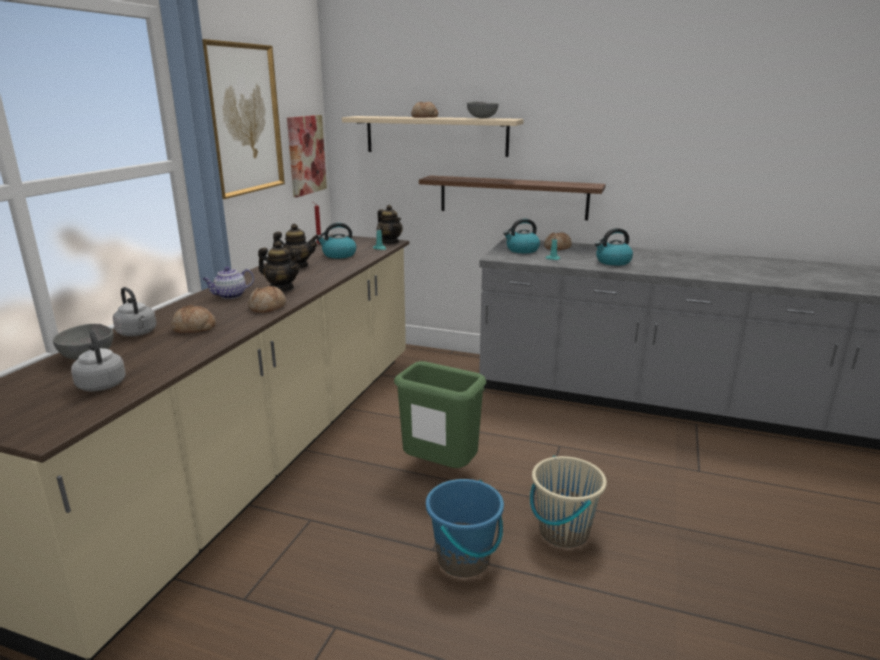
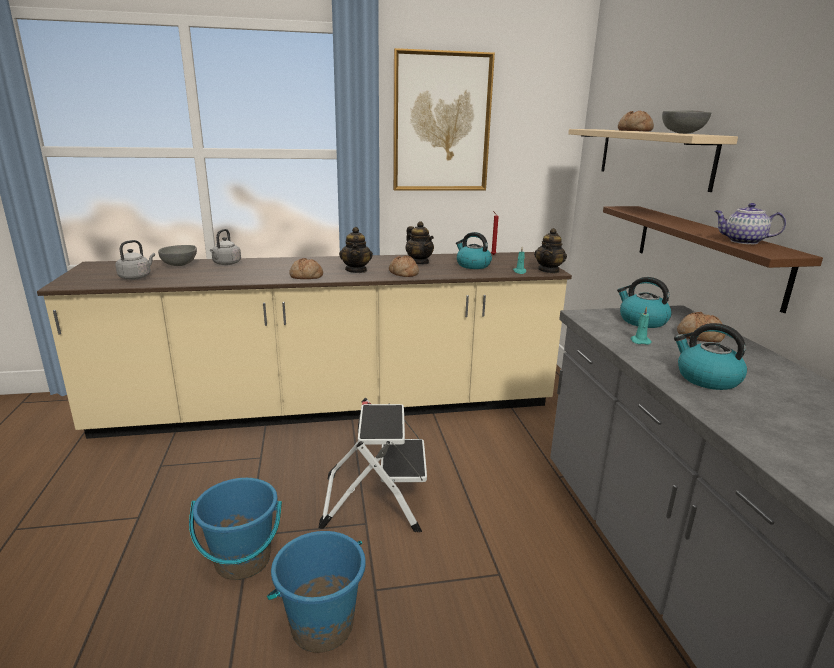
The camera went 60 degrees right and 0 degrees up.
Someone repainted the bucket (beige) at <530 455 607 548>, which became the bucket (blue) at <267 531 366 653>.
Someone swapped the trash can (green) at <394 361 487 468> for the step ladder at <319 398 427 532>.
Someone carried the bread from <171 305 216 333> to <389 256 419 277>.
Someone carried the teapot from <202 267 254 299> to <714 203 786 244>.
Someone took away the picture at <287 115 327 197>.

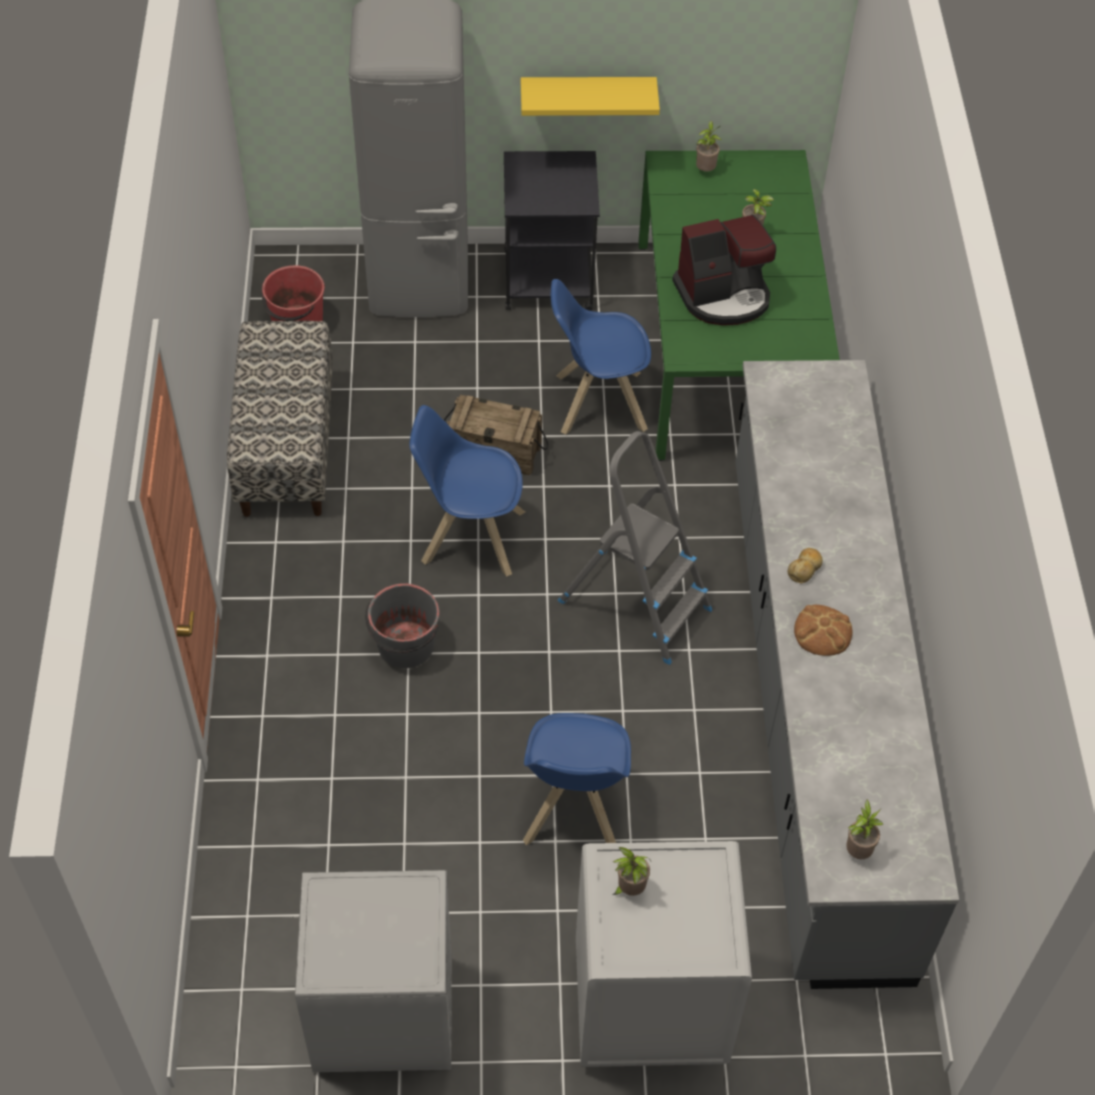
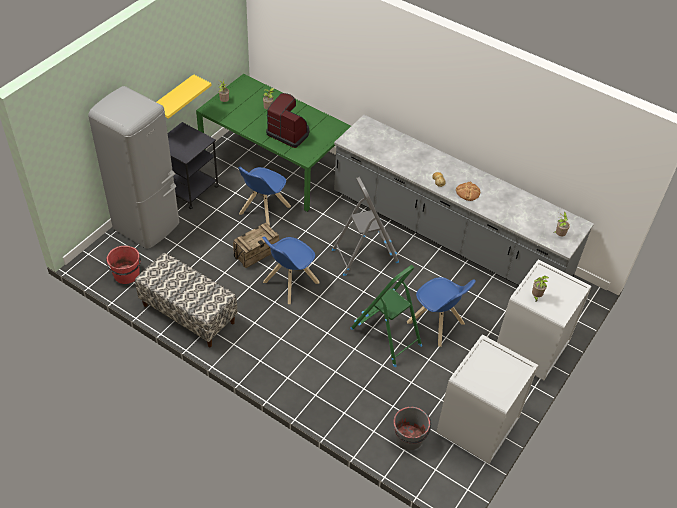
The camera went 55 degrees left and 5 degrees down.
Someone rotated the coffee machine at <672 215 776 325> by 75 degrees counterclockwise.
Someone put down the step ladder (green) at <350 265 422 367>.
Someone carried the bucket (grey) from <365 583 440 668> to <394 407 431 450>.
Someone swapped the washing machine (white) at <295 870 452 1072> for the dresser (grey) at <436 334 538 464>.

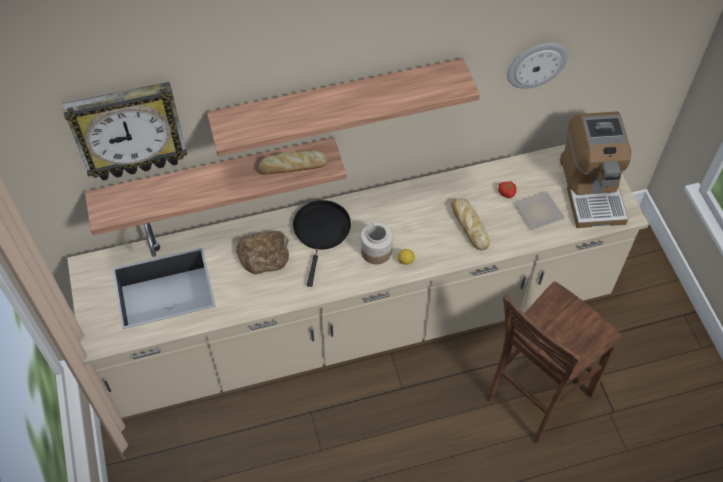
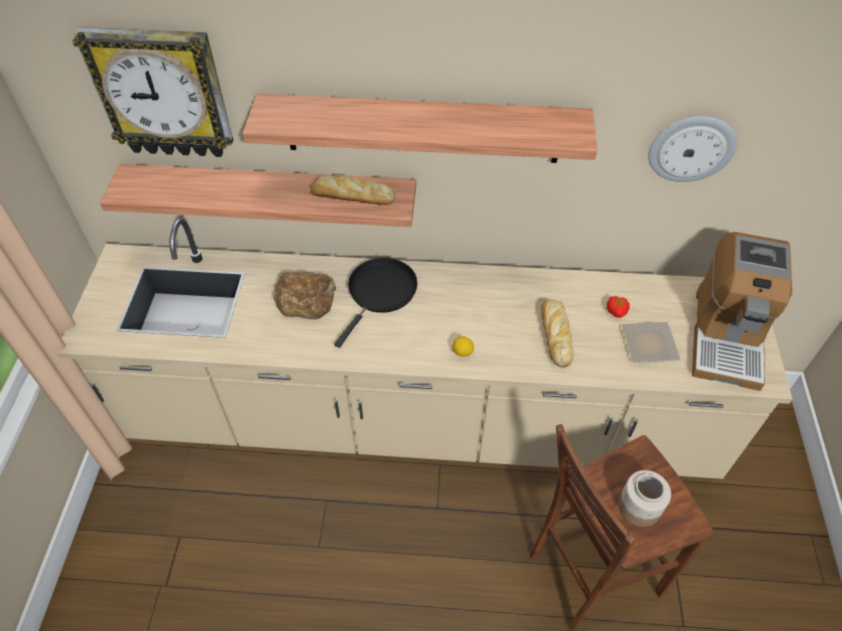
The camera went 20 degrees right and 5 degrees down.
Someone carried the jar from <361 223 393 264> to <618 470 671 527>.

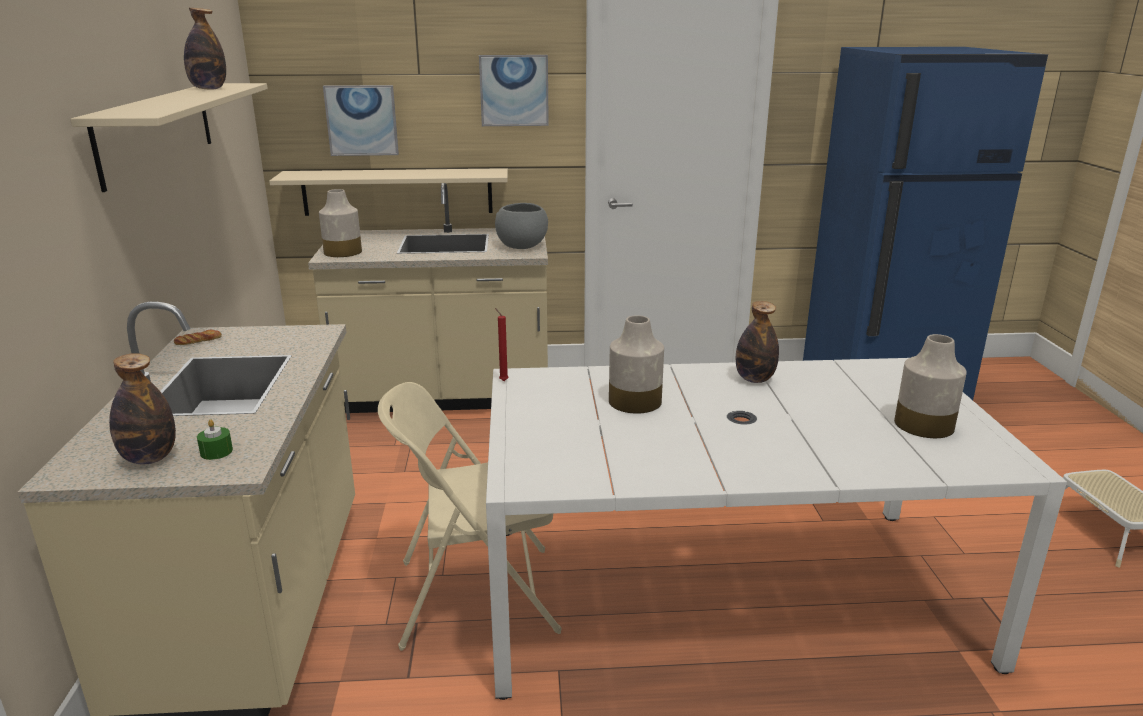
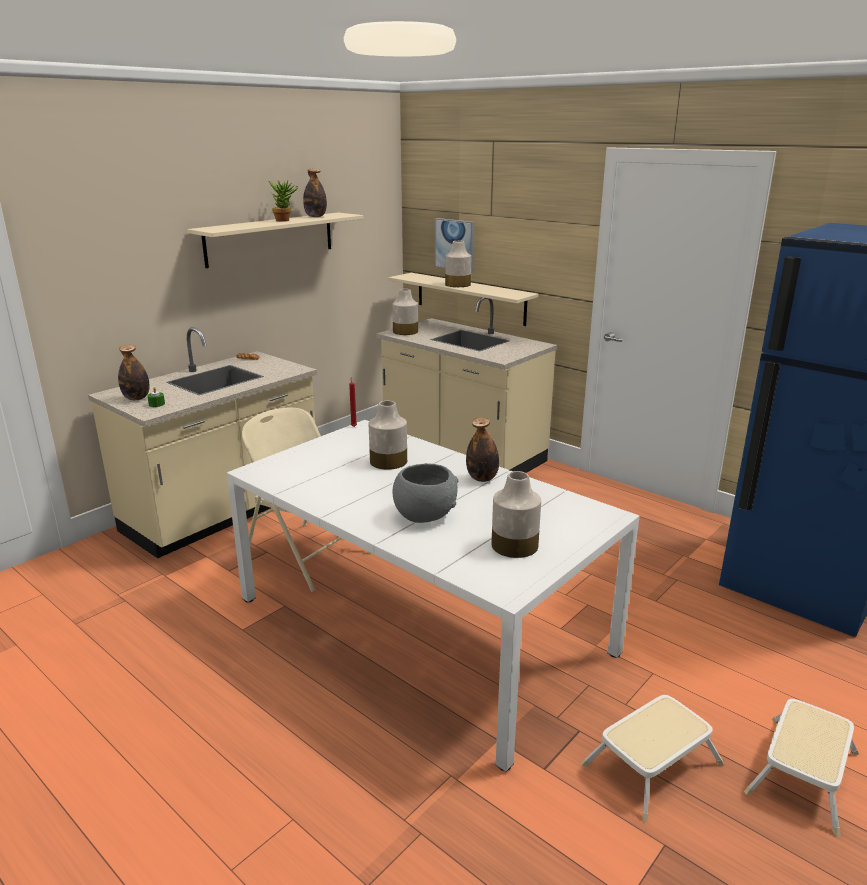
The camera went 45 degrees right and 0 degrees up.
Someone put down the potted plant at <269 180 298 222>.
Someone carried the bowl (grey) from <495 203 548 249> to <392 463 458 523>.
Someone put down the vase (beige) at <445 241 471 287>.
Someone put down the step ladder (beige) at <581 695 724 822>.
Someone took away the picture at <479 55 549 126>.

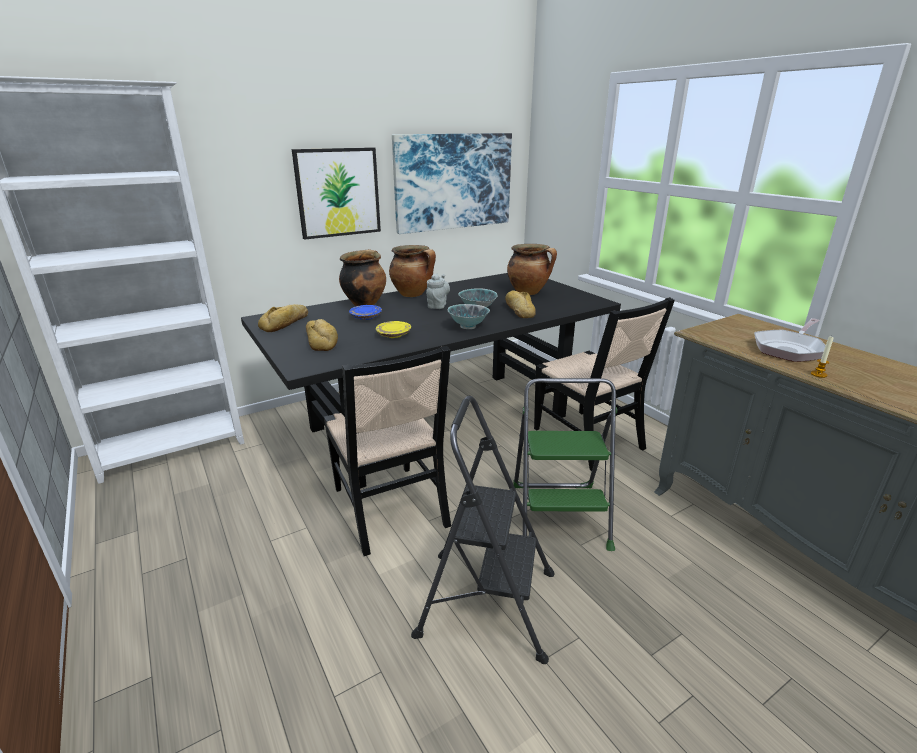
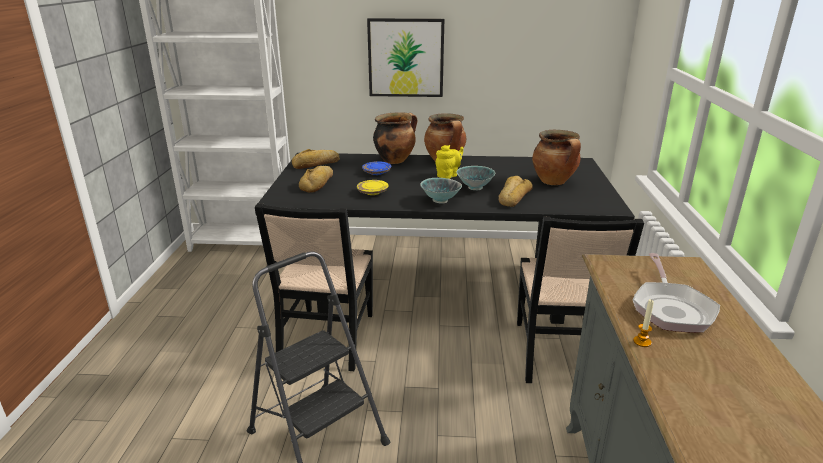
The camera went 35 degrees right and 0 degrees up.
Someone repainted the teapot (grey) at <426 274 450 309>, which became the teapot (yellow) at <436 145 463 179>.
Someone rotated the frying pan at <754 318 826 362> by 75 degrees counterclockwise.
Someone took away the picture at <392 133 512 234>.
Someone took away the step ladder (green) at <513 378 617 551>.

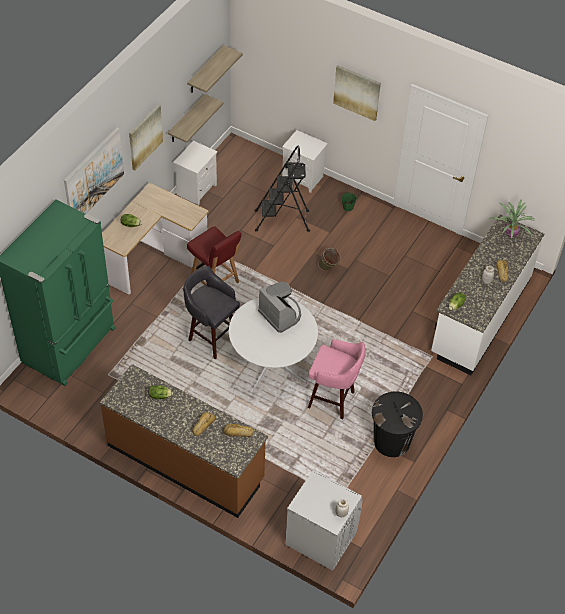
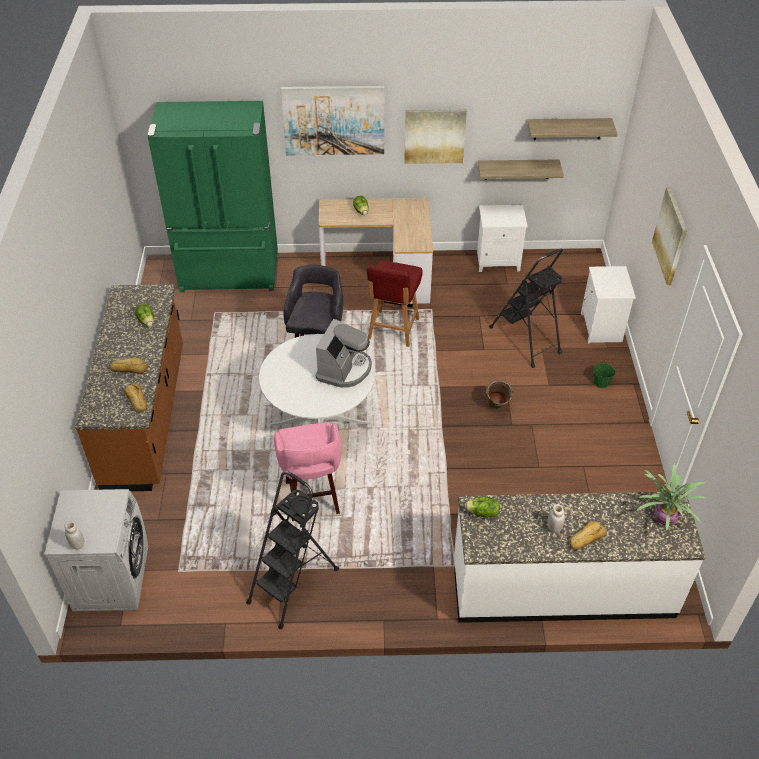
The camera went 60 degrees right and 5 degrees down.
Someone swapped the trash can (black) at <372 392 423 457> for the step ladder at <246 471 339 629>.

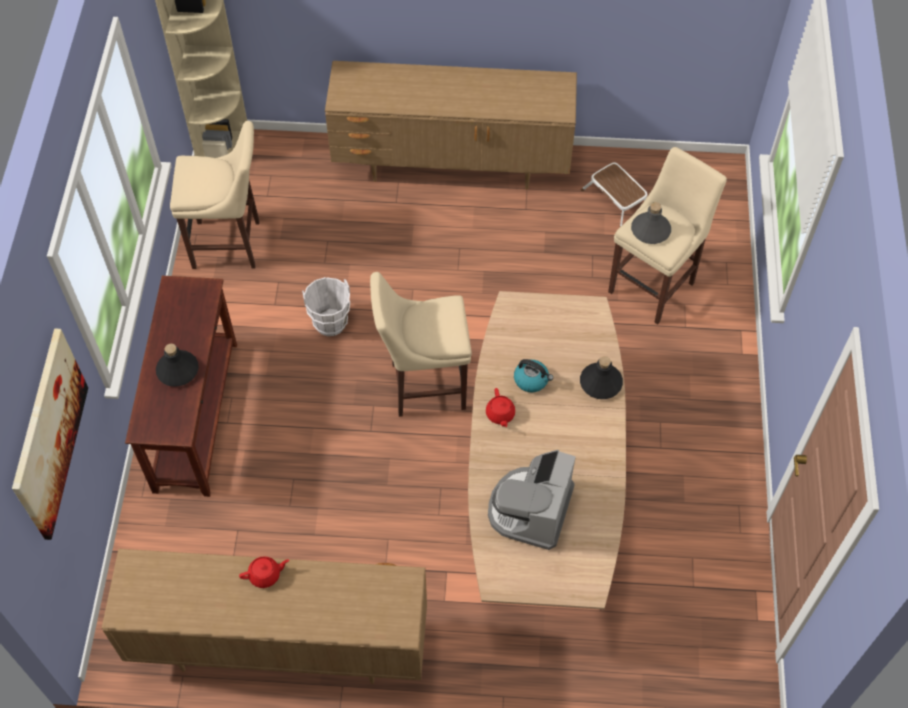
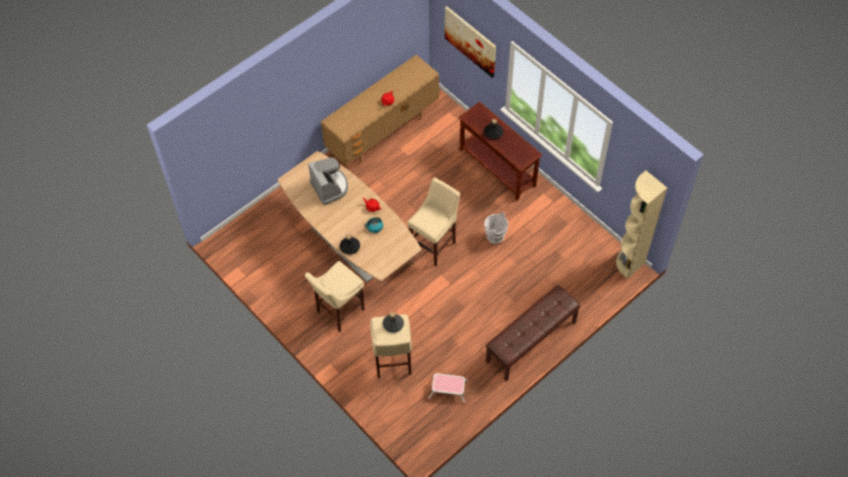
The camera went 135 degrees right and 0 degrees up.
Someone carried the stool (beige) from <170 121 260 269> to <305 261 365 332>.
Someone repainted the step ladder (brown) at <581 162 648 227>, which became the step ladder (pink) at <428 374 468 404>.
Someone swapped the dresser (brown) at <325 61 577 189> for the bench (brown) at <486 285 580 381>.

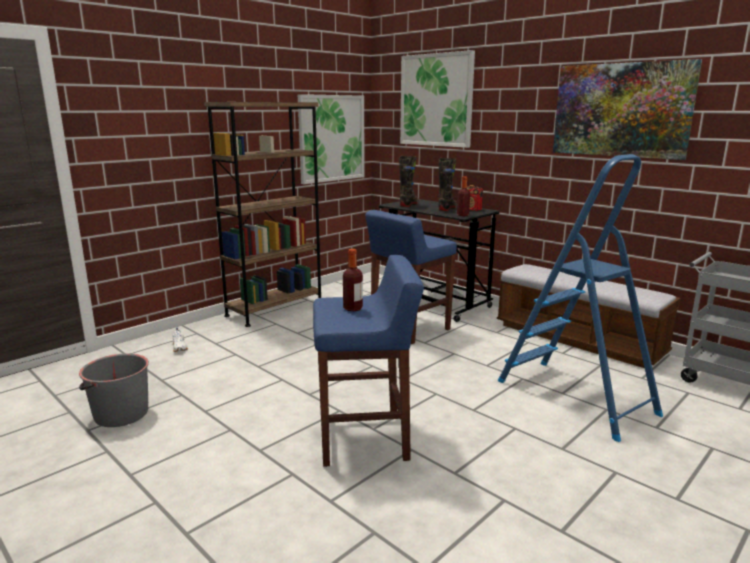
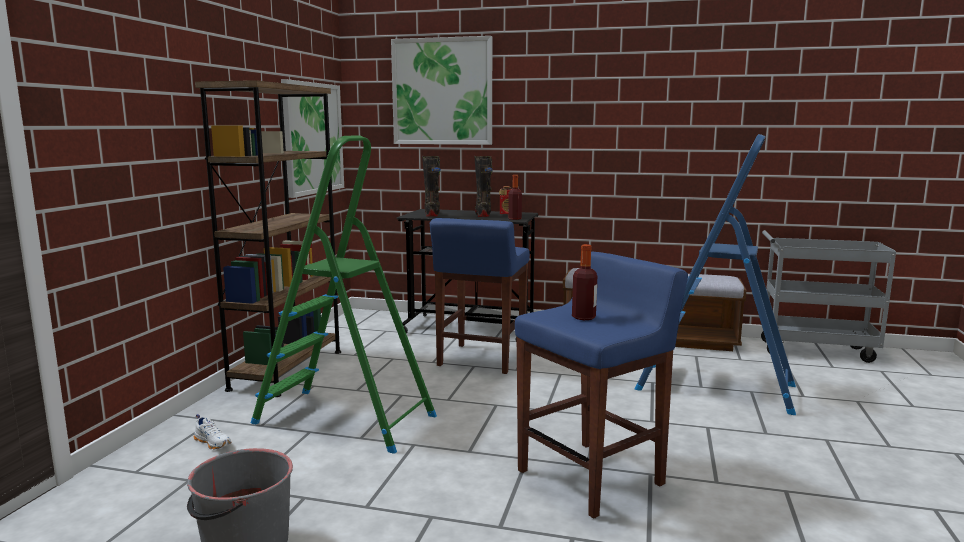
The camera went 30 degrees left and 5 degrees down.
Someone put down the step ladder (green) at <251 135 437 453>.
Someone took away the picture at <553 59 702 160>.

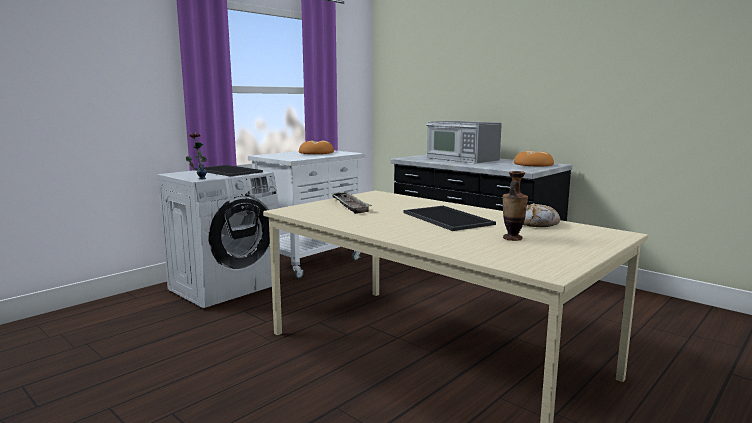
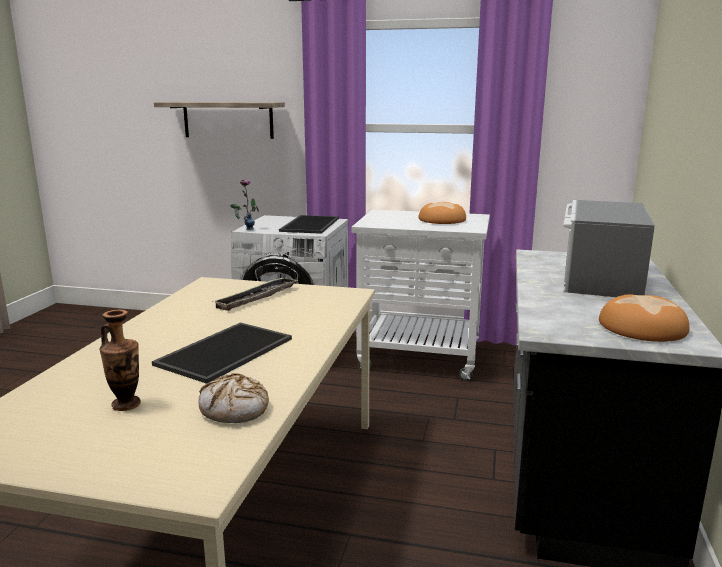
The camera went 60 degrees right and 5 degrees up.
Someone put up the shelf at <154 102 285 139>.

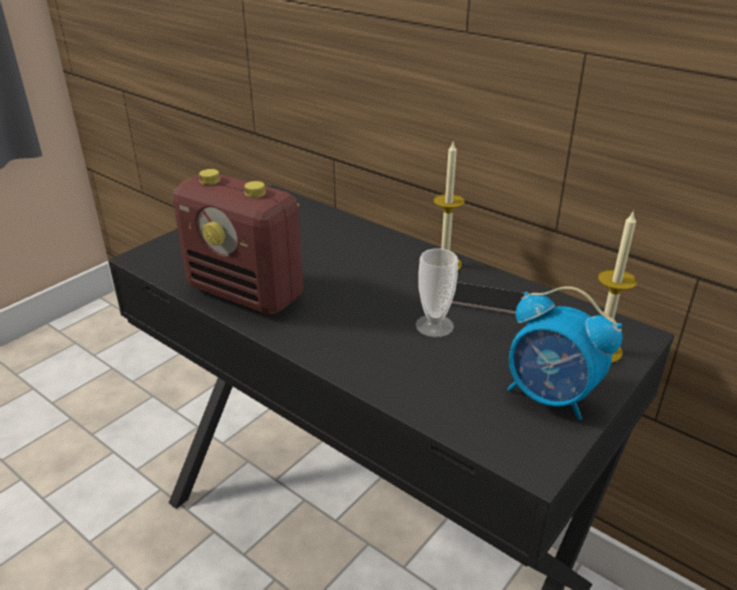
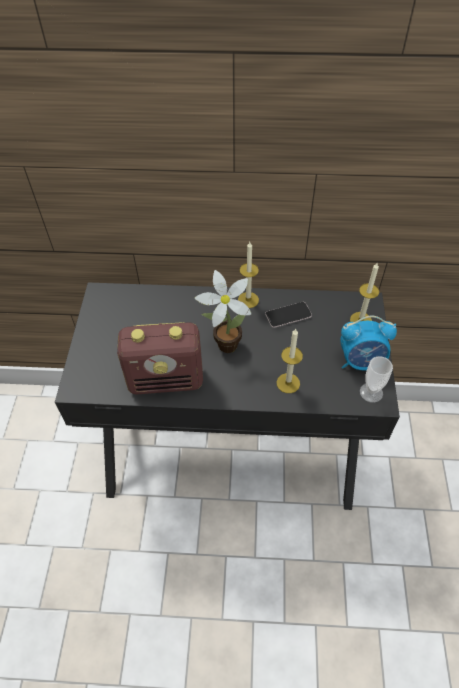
The camera went 35 degrees left and 20 degrees up.
Someone put down the potted plant at <195 270 251 353>.
Someone put down the candle at <277 328 303 393>.
Someone carried the cup from <416 248 458 337> to <360 356 393 403>.

